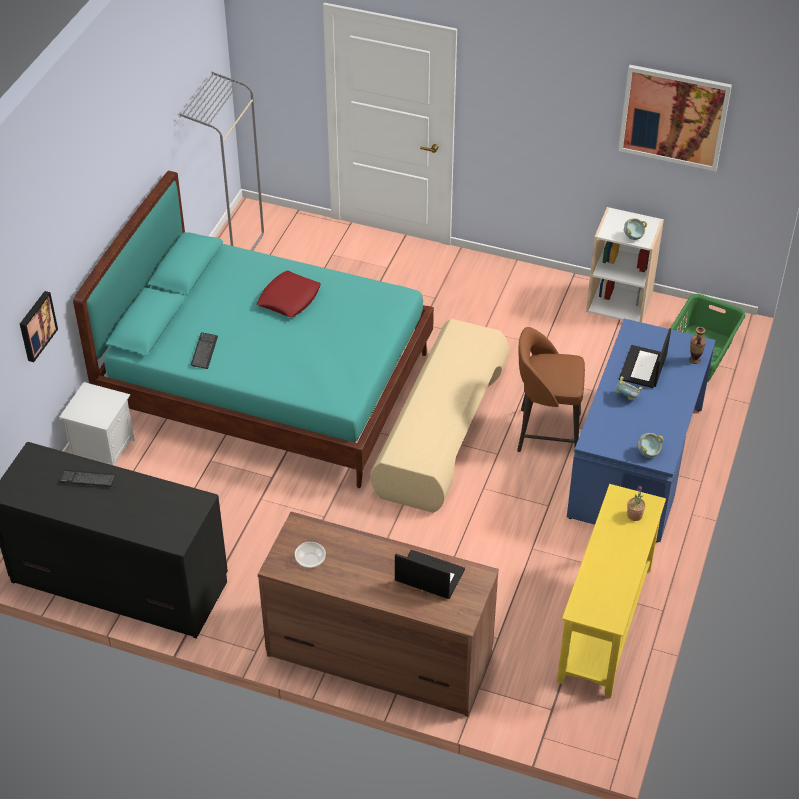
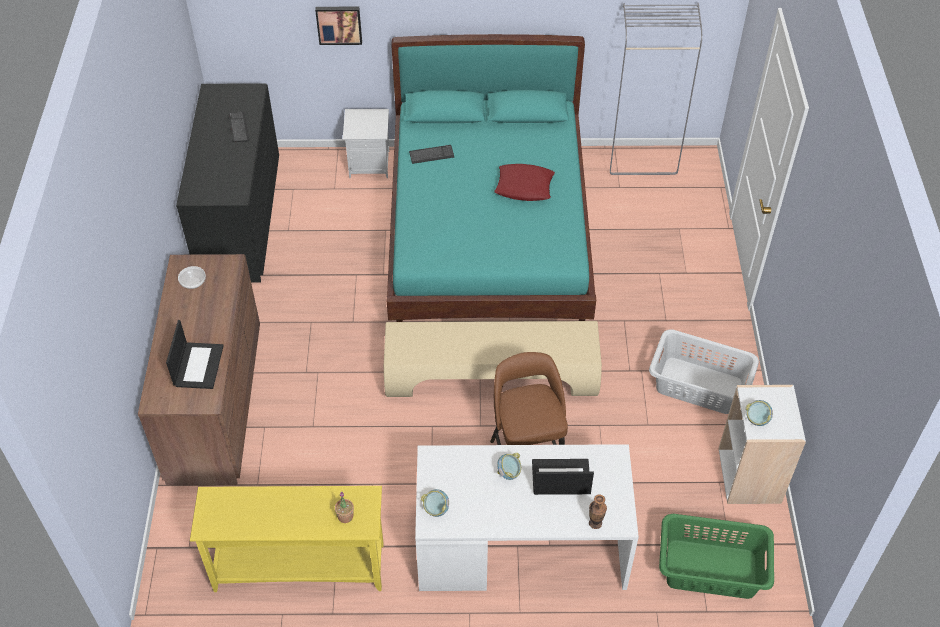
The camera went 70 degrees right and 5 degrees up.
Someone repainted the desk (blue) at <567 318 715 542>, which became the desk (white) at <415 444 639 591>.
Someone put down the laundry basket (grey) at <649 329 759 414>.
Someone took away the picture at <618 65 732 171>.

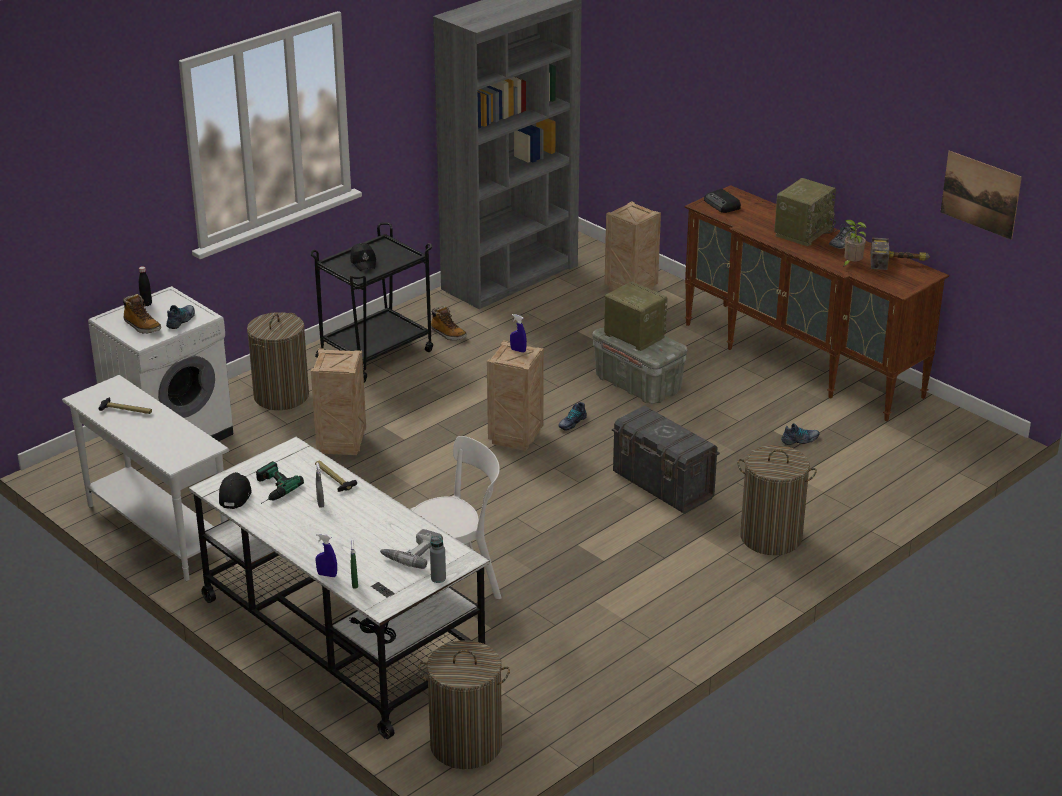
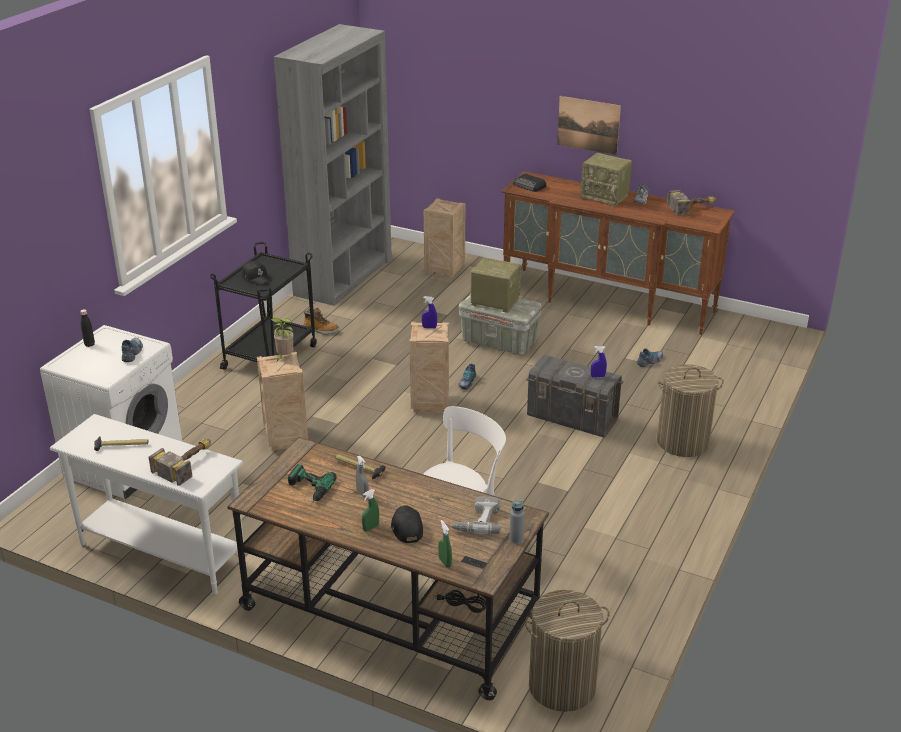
The camera went 20 degrees left and 0 degrees up.
Someone put down the hammer at <148 438 211 486>.
Someone repainted the desk (white) at <188 437 490 739>, which became the desk (brown) at <227 437 549 700>.
Someone carried the potted plant from <842 220 866 268> to <271 318 294 361>.
Someone put down the spray bottle (green) at <362 489 379 532>.
Someone carried the cap (black) from <219 472 252 509> to <391 505 423 543>.
Someone carried the picture from <941 151 1022 240> to <557 96 621 155>.
Someone rotated the radio at <774 178 836 246> by 105 degrees clockwise.
Someone carried the spray bottle (blue) from <316 533 337 577> to <591 346 607 378>.
Someone took away the boot at <123 294 161 334>.
Someone took away the laundry basket at <247 312 309 410>.

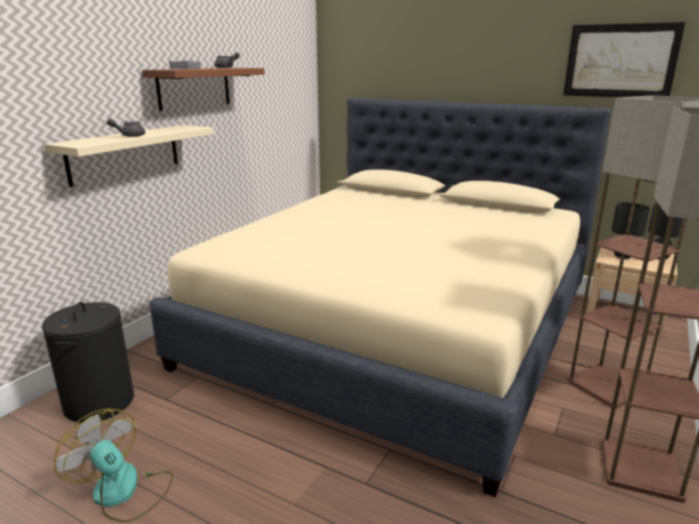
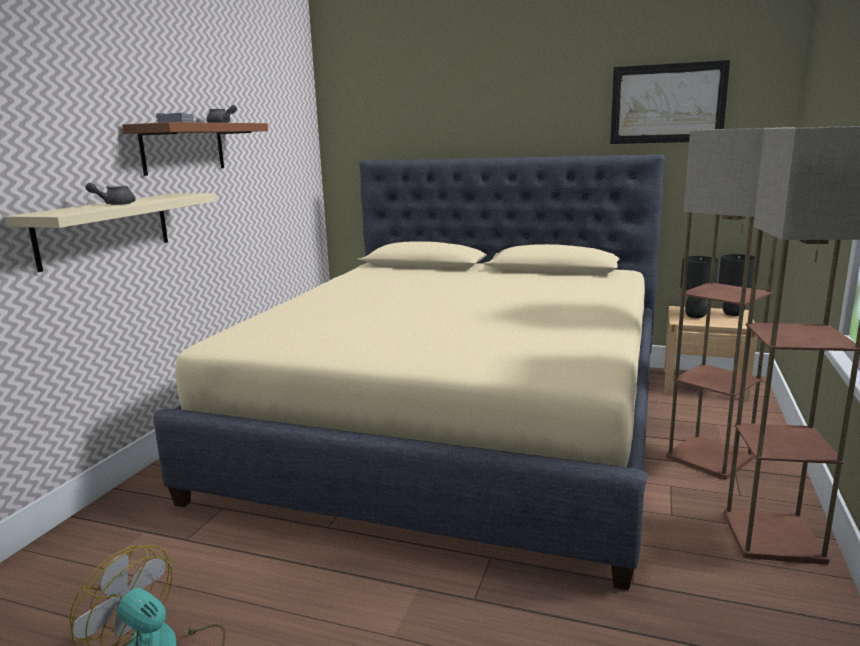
The camera went 10 degrees left and 5 degrees down.
Someone took away the laundry basket (black) at <42 302 134 423>.

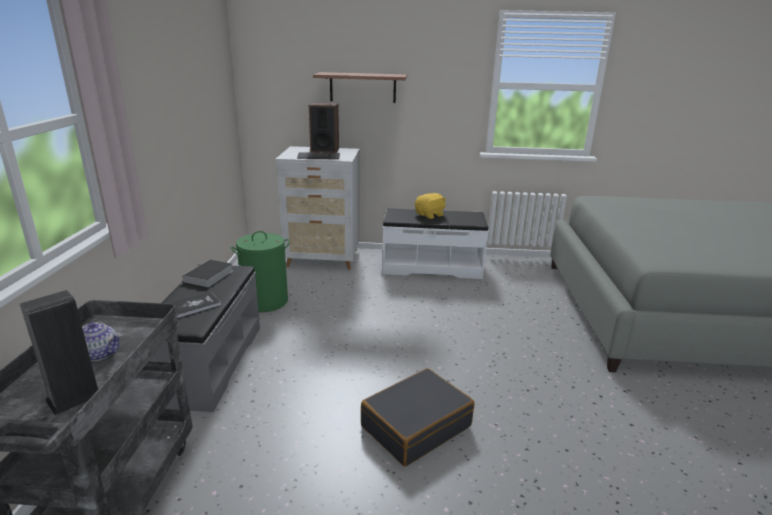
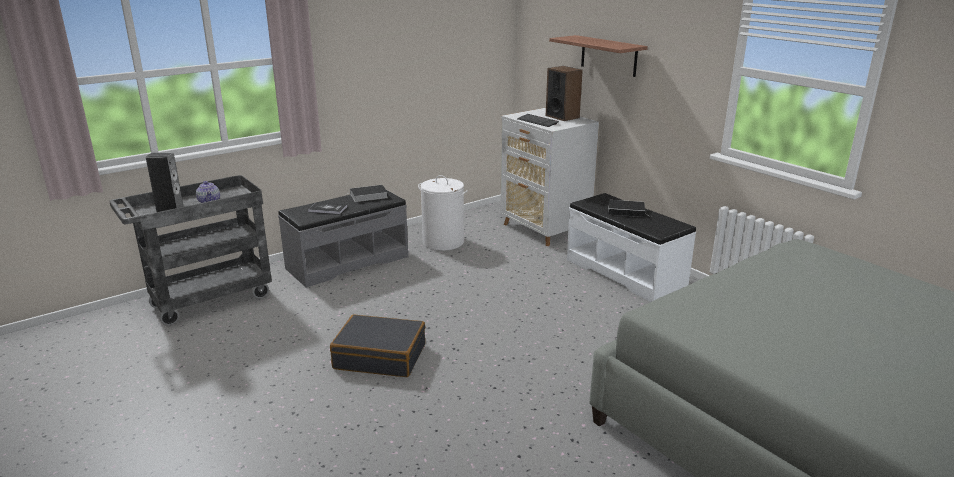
The camera went 50 degrees right and 0 degrees up.
Someone repainted the laundry basket (green) at <230 231 290 312>, which became the laundry basket (white) at <418 175 468 251>.
Someone swapped the plush toy (yellow) at <415 193 446 219> for the book at <608 200 651 217>.

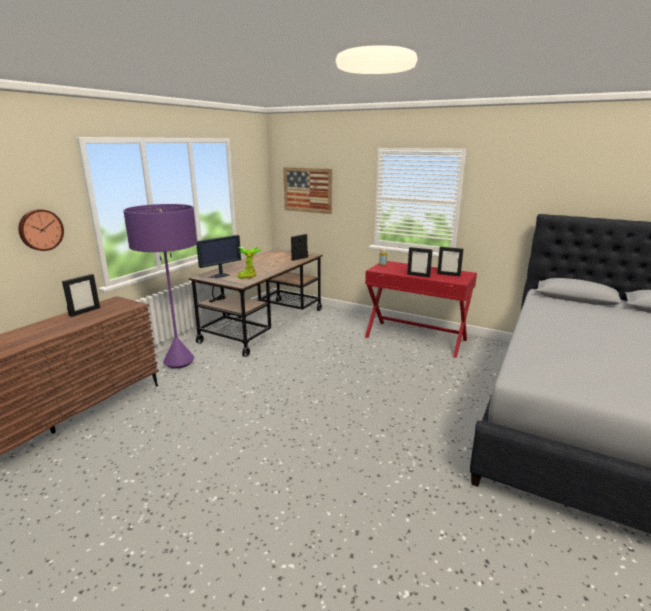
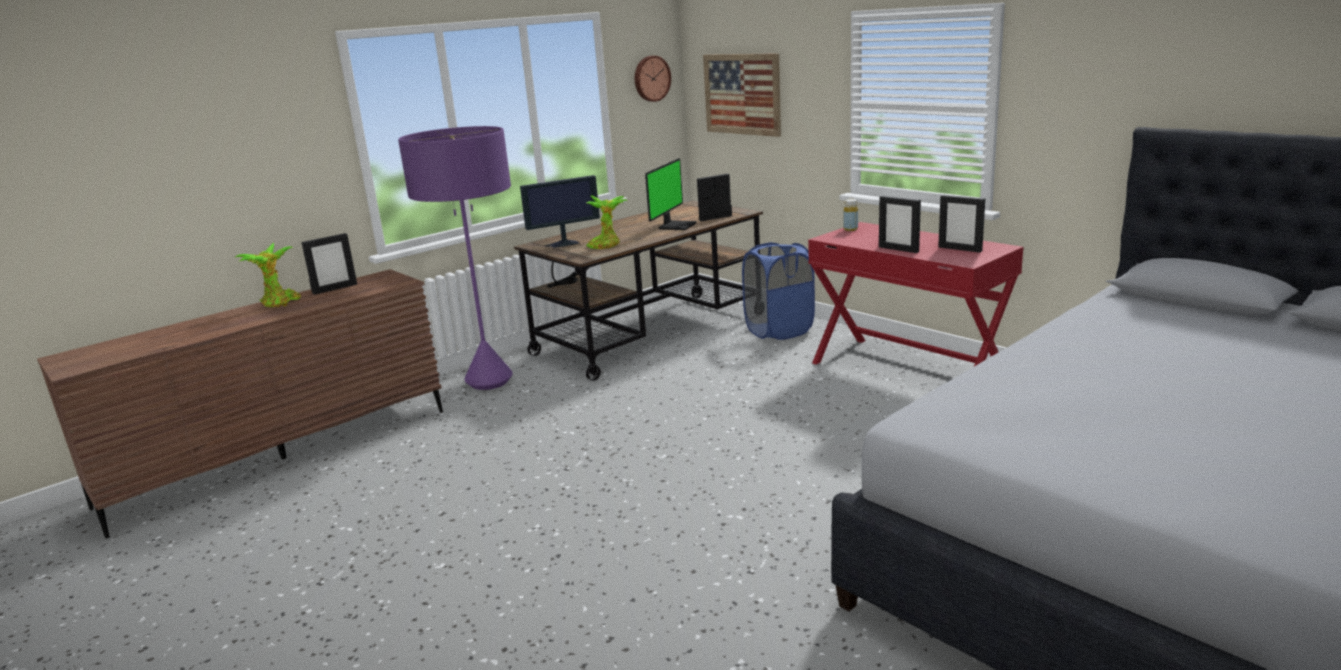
The camera went 20 degrees right and 0 degrees up.
Someone put down the potted plant at <234 243 301 307>.
Someone carried the wall clock from <18 209 64 251> to <635 56 671 102>.
Someone put down the monitor at <645 158 697 230>.
Someone put down the laundry basket (blue) at <742 242 815 340>.

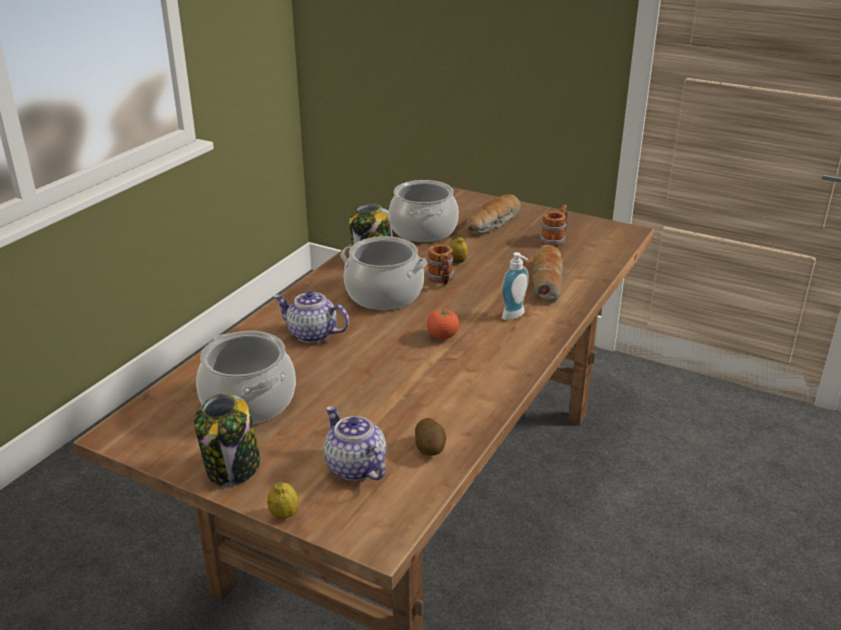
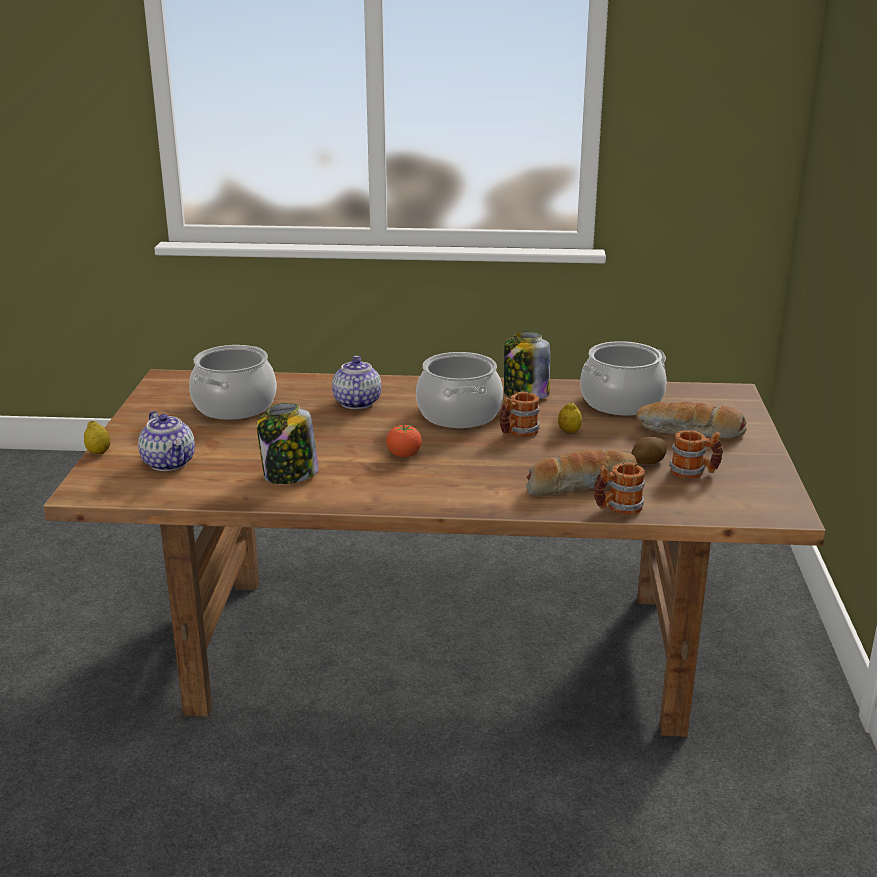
The camera went 65 degrees right and 5 degrees down.
Someone rotated the teapot at <324 406 386 481> by 120 degrees clockwise.
Someone carried the jar from <194 394 260 487> to <257 403 319 484>.
Someone put down the mug at <594 462 645 515>.
Someone carried the potato from <415 418 446 456> to <632 437 667 464>.
Someone took away the soap dispenser at <501 252 529 320>.

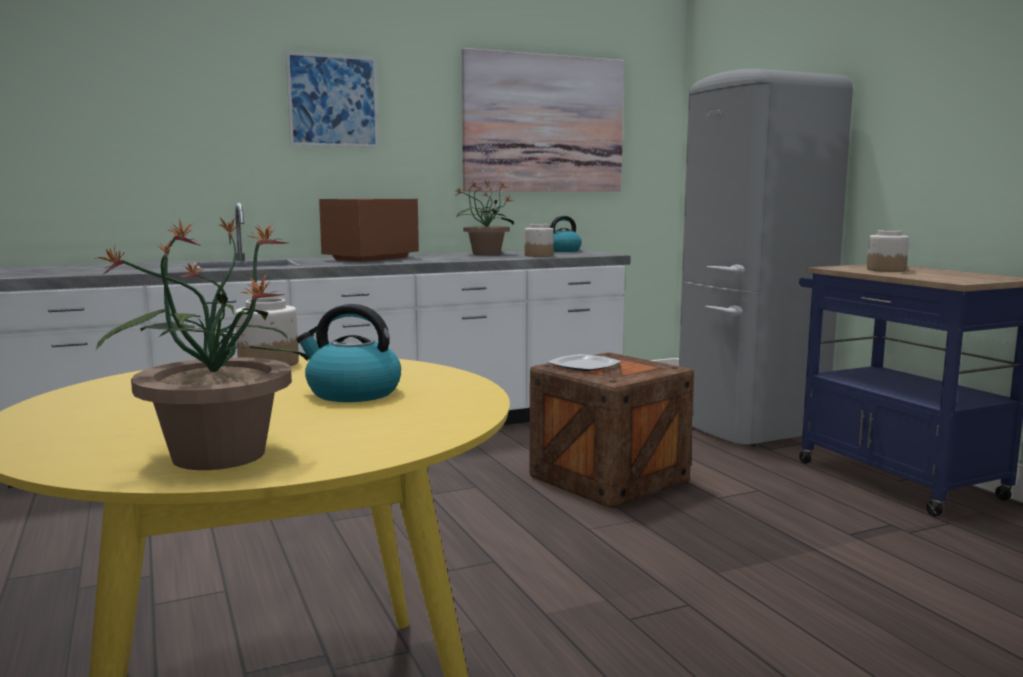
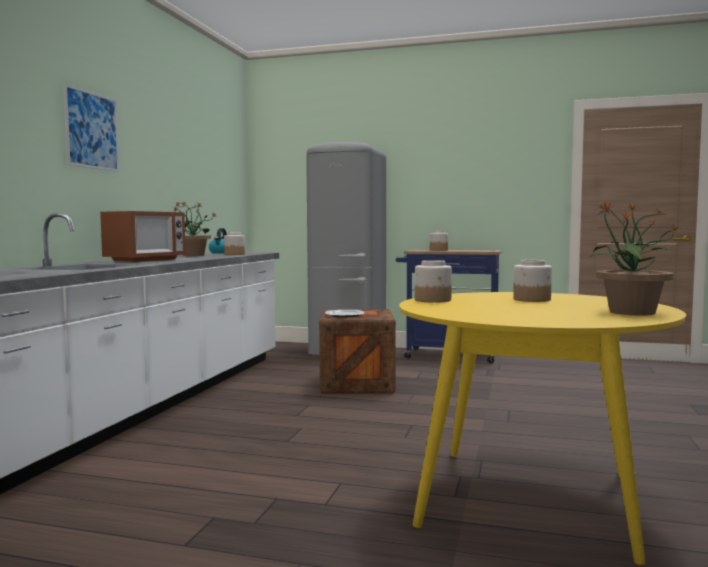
The camera went 50 degrees left and 5 degrees down.
Someone rotated the microwave at <319 198 419 262> by 135 degrees counterclockwise.
Someone swapped the kettle at <296 304 401 402> for the jar at <513 260 552 302>.
Someone took away the picture at <462 48 624 191>.

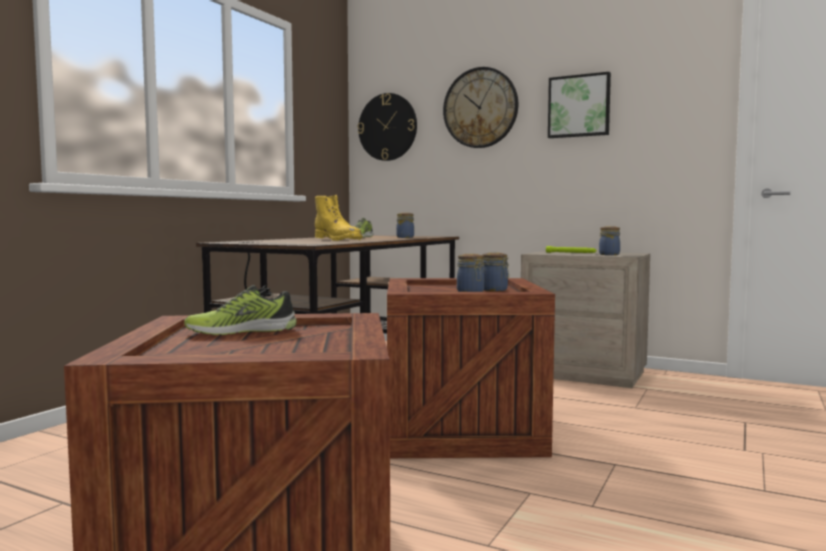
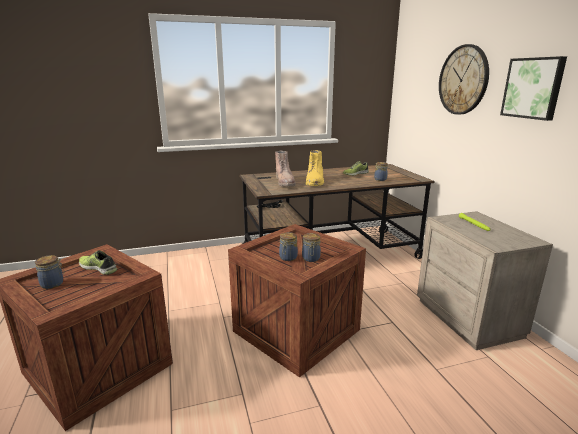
The camera went 45 degrees right and 15 degrees up.
Someone carried the jar from <599 226 620 255> to <35 255 65 289>.
Someone put down the boot (brown) at <275 150 296 187>.
Someone took away the wall clock at <358 93 417 161>.

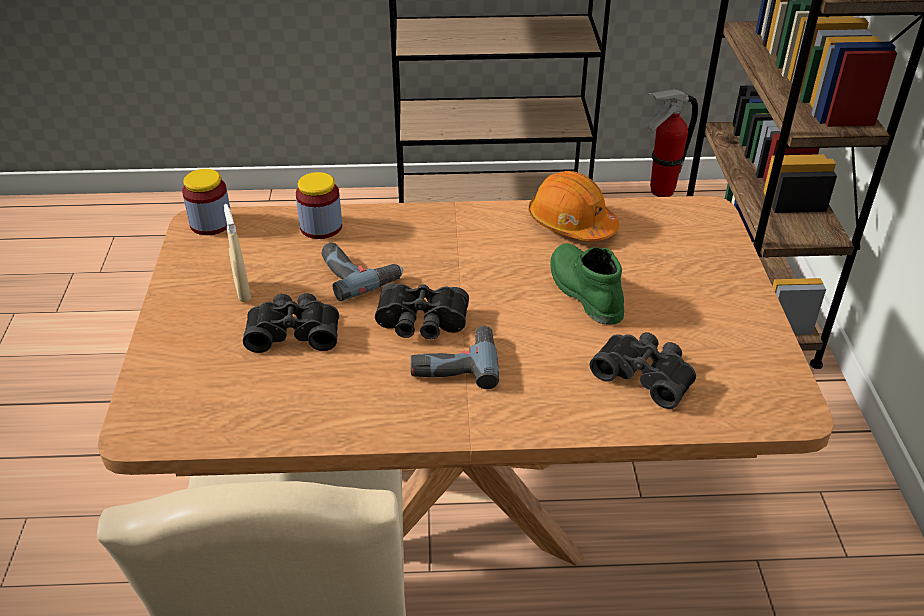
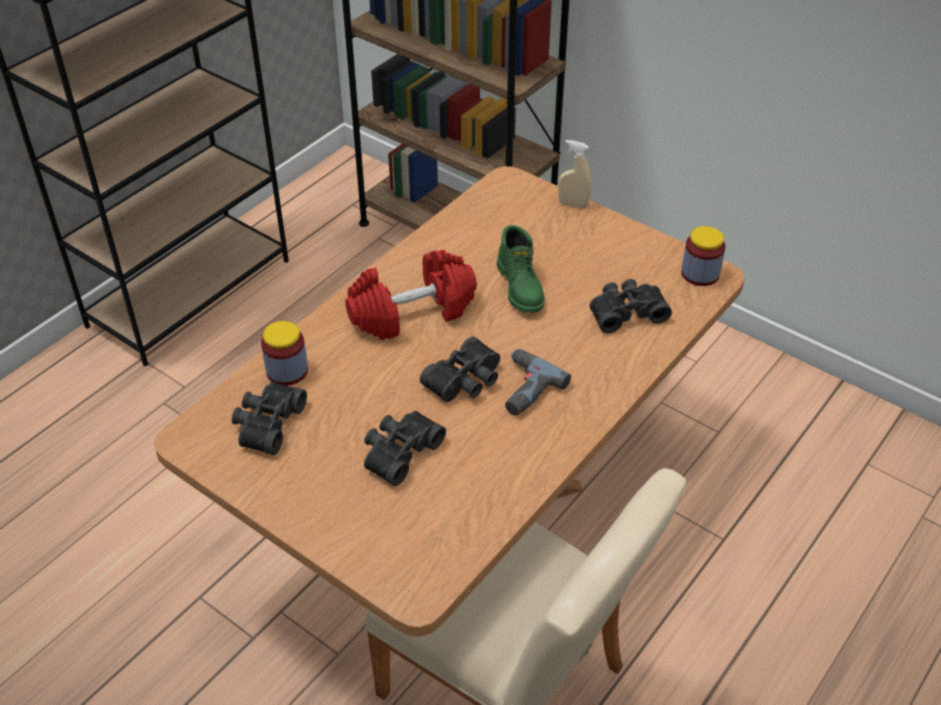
The camera went 50 degrees left and 5 degrees up.
Someone put down the binoculars (black) at <232 382 307 455>.
Someone put down the dumbbell (red) at <345 250 477 340>.
Someone rotated the boot (green) at <550 243 624 325> by 120 degrees counterclockwise.
Someone carried the spray bottle (beige) from <224 204 251 302> to <558 140 591 209>.
Someone carried the jar from <182 169 231 235> to <681 226 725 286>.
Someone took away the power drill at <321 243 403 301>.
Someone took away the hard hat (orange) at <528 171 619 241>.
Someone took away the fire extinguisher at <646 90 698 197>.

